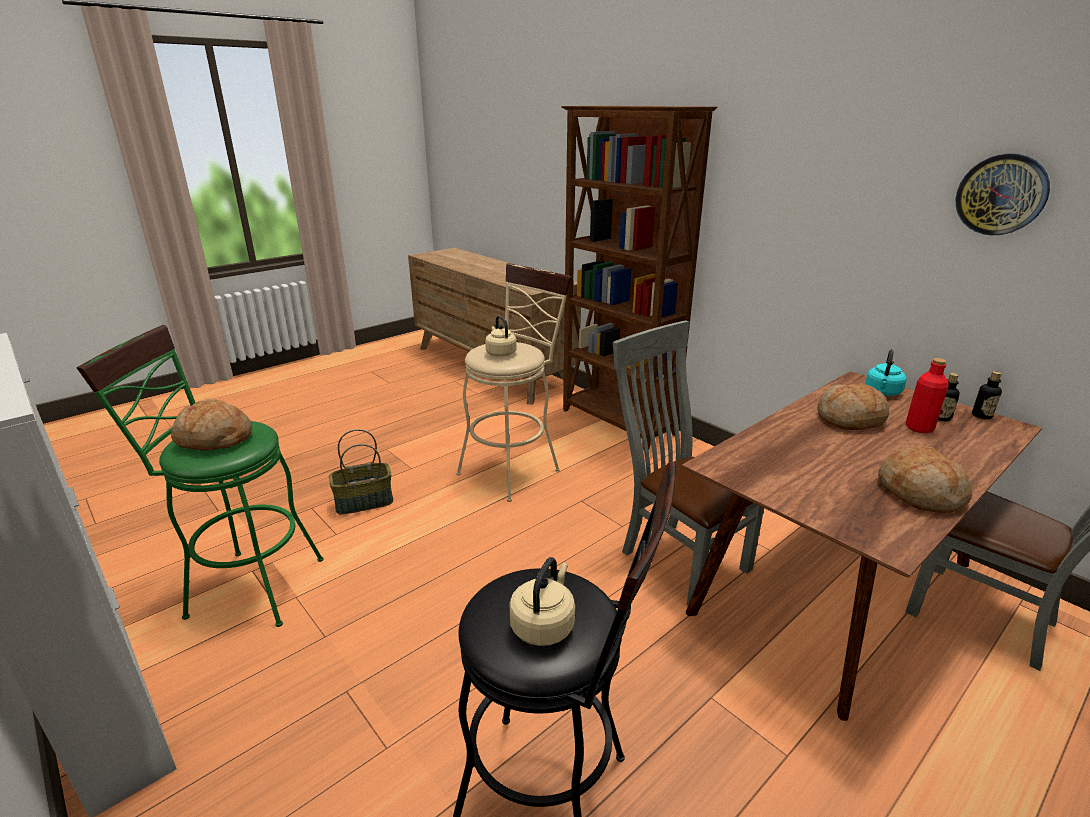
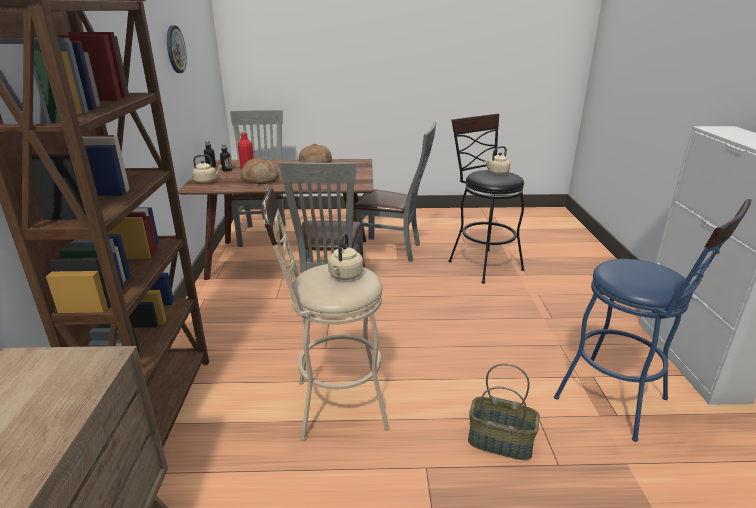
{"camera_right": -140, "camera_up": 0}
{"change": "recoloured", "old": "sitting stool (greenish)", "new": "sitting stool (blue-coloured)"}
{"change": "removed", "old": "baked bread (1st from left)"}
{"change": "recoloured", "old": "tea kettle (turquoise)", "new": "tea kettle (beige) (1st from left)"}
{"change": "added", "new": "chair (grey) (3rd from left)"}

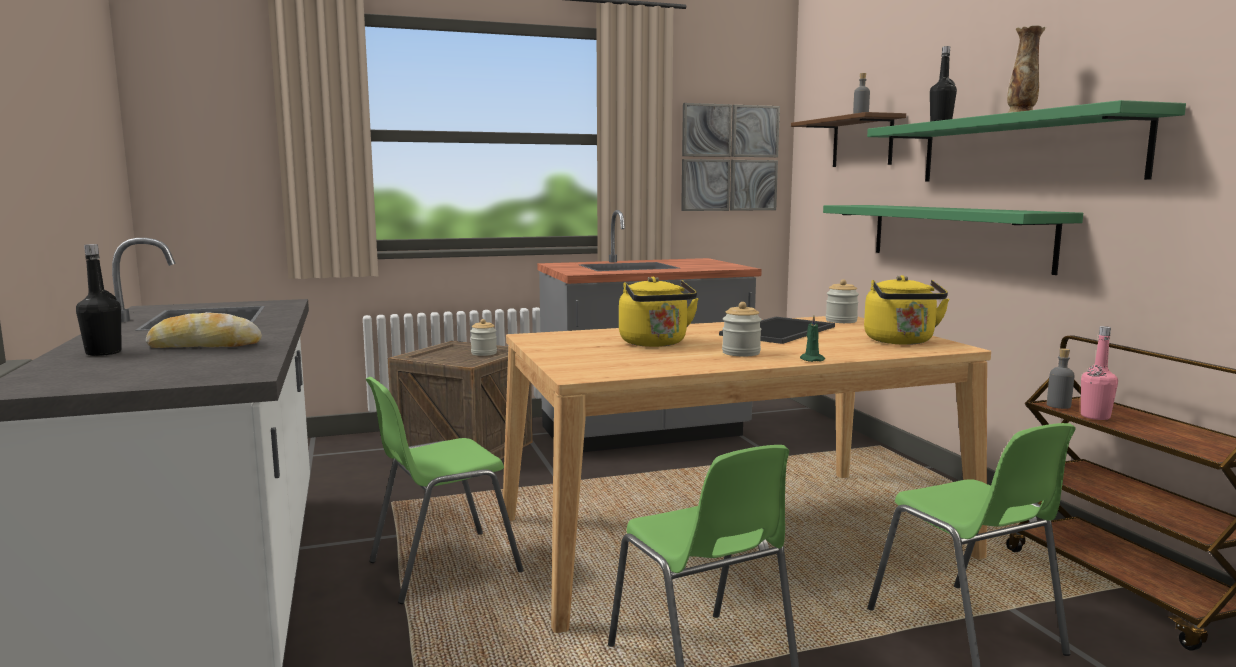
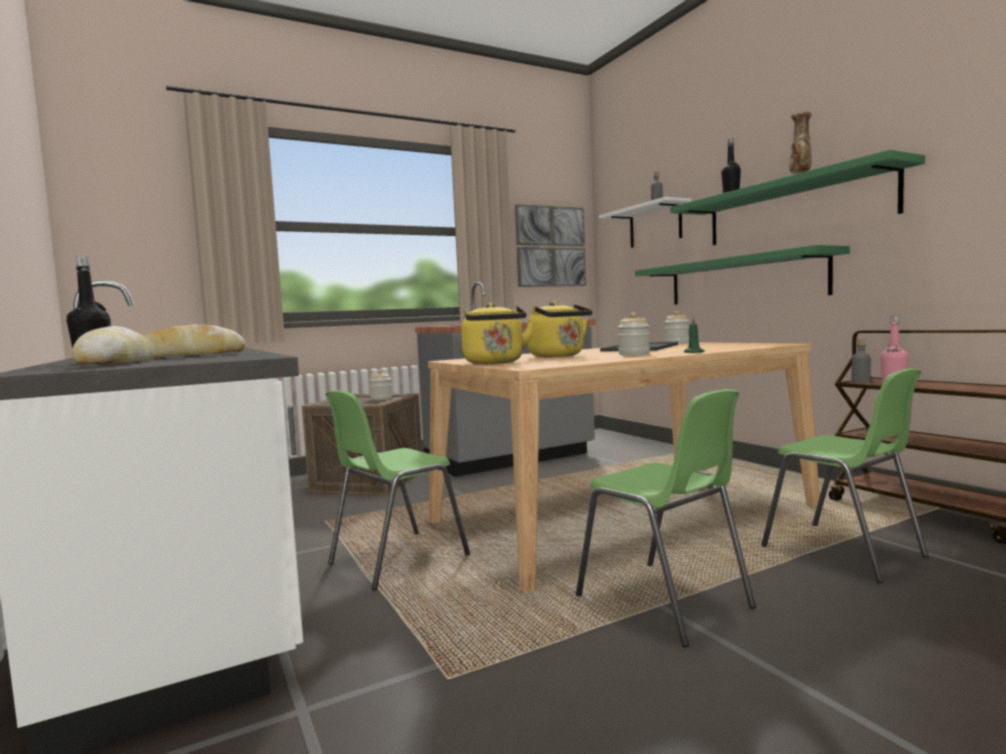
{"camera_right": -10, "camera_up": -5}
{"change": "recoloured", "old": "bracket shelf (brownish)", "new": "bracket shelf (white)"}
{"change": "moved", "old": "tea kettle (yellow) (2nd from left in the first image)", "new": "tea kettle (yellow) (1st from left)"}
{"change": "added", "new": "baked bread (1st from left)"}

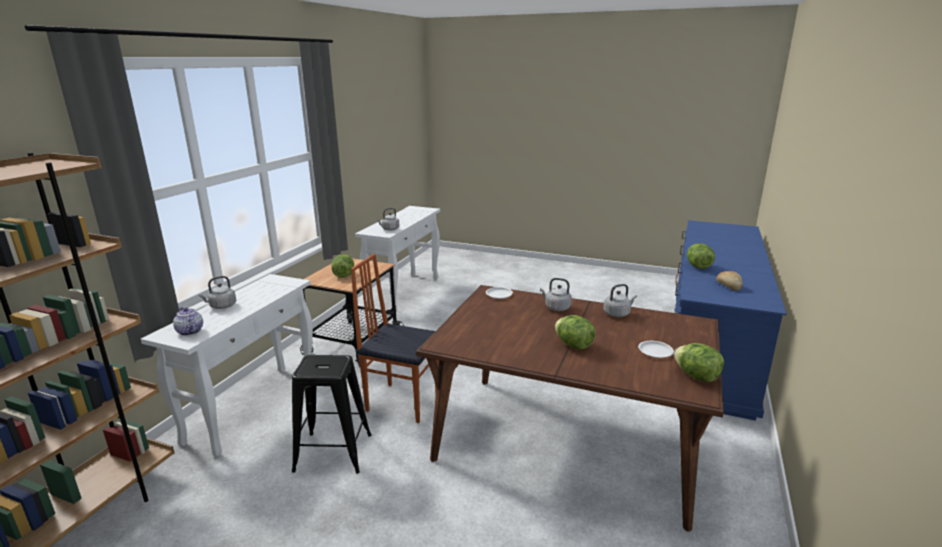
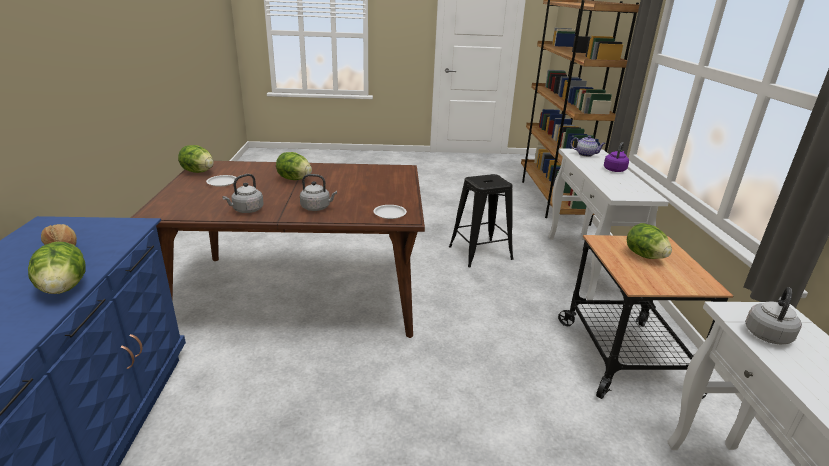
{"camera_right": 155, "camera_up": 5}
{"change": "recoloured", "old": "tea kettle (grey) (1st from left)", "new": "tea kettle (purple-coloured)"}
{"change": "removed", "old": "chair"}

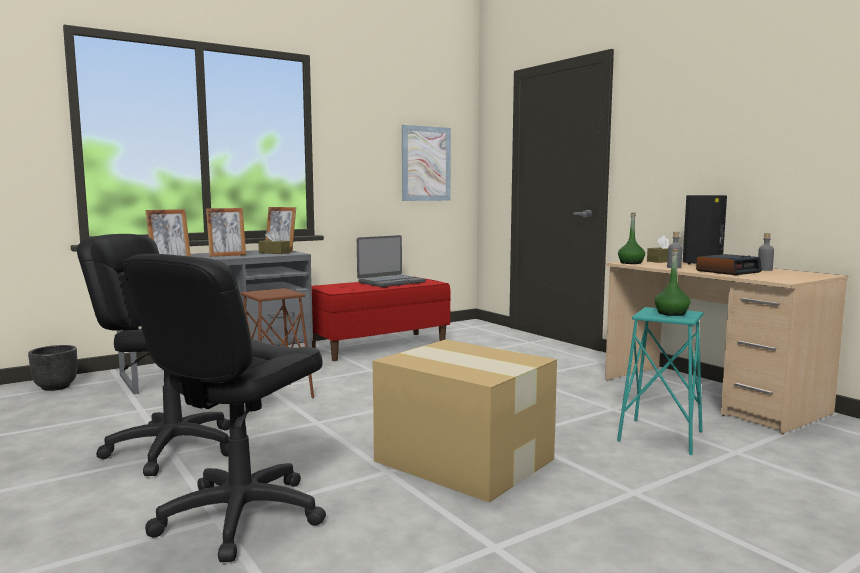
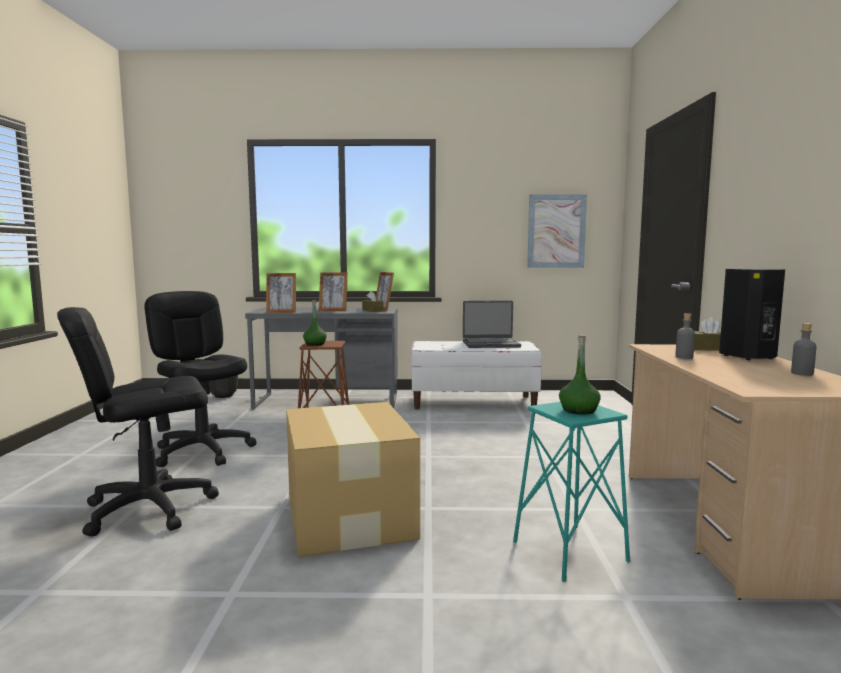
{"camera_right": 35, "camera_up": 0}
{"change": "recoloured", "old": "bench (red-coloured)", "new": "bench (white)"}
{"change": "moved", "old": "beverage bottle (greenish) (1st from left)"}
{"change": "removed", "old": "alarm clock"}

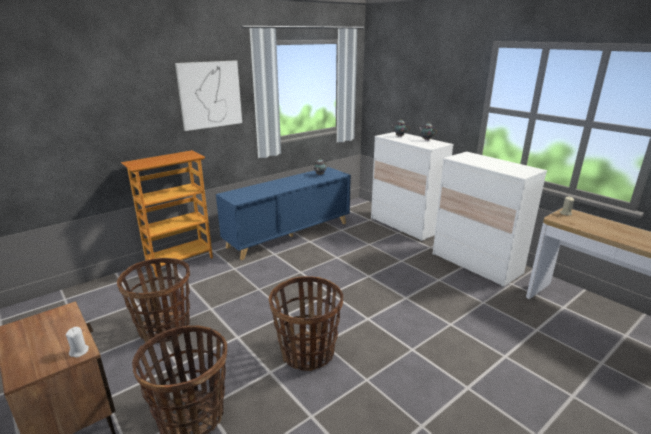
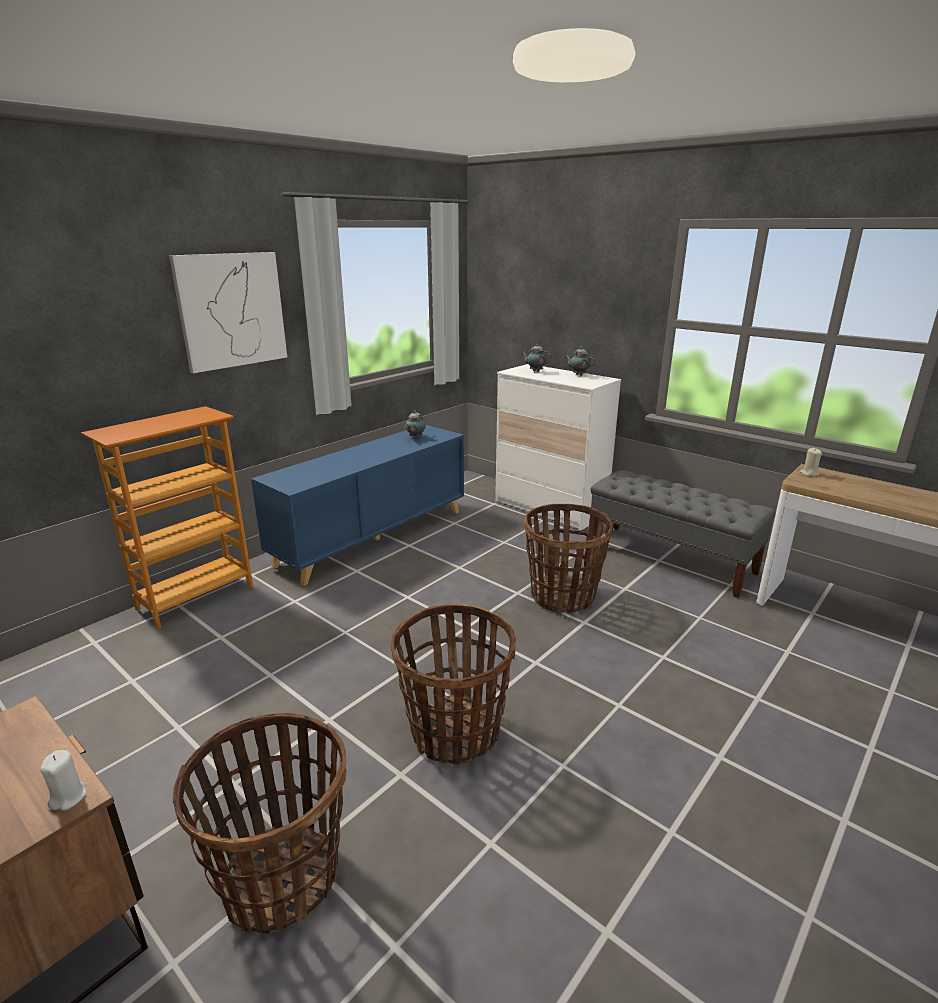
{"camera_right": -10, "camera_up": 0}
{"change": "moved", "old": "basket (1st from left in the first image)", "new": "basket (3rd from left)"}
{"change": "replaced", "old": "chest of drawers (white) (2nd from left)", "new": "bench (grey)"}

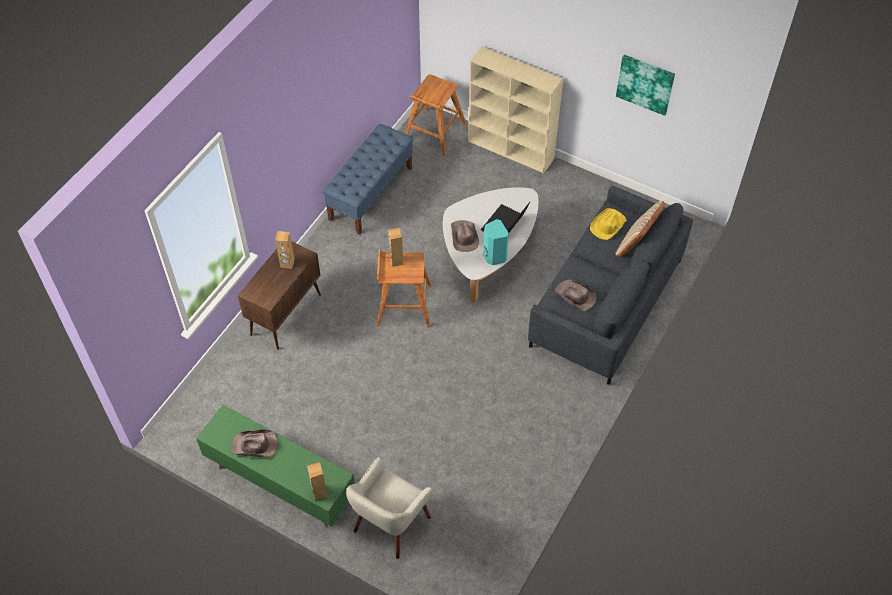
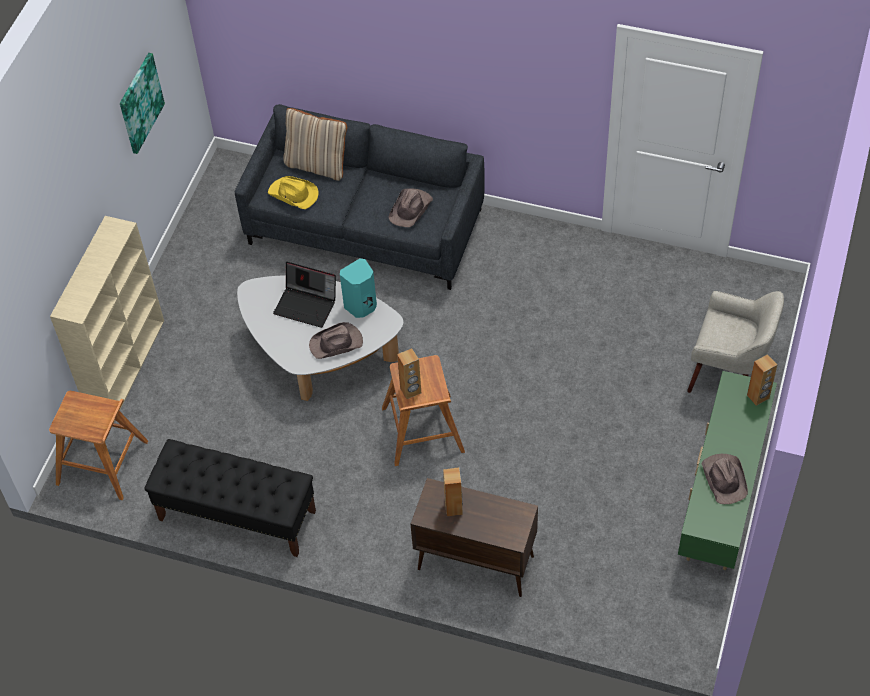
{"camera_right": -100, "camera_up": 0}
{"change": "recoloured", "old": "bench (blue-coloured)", "new": "bench (black-coloured)"}

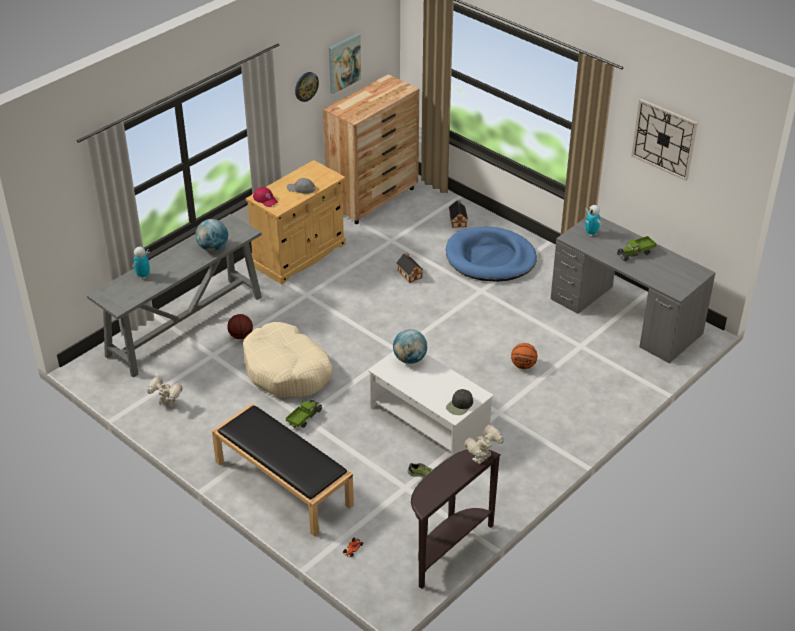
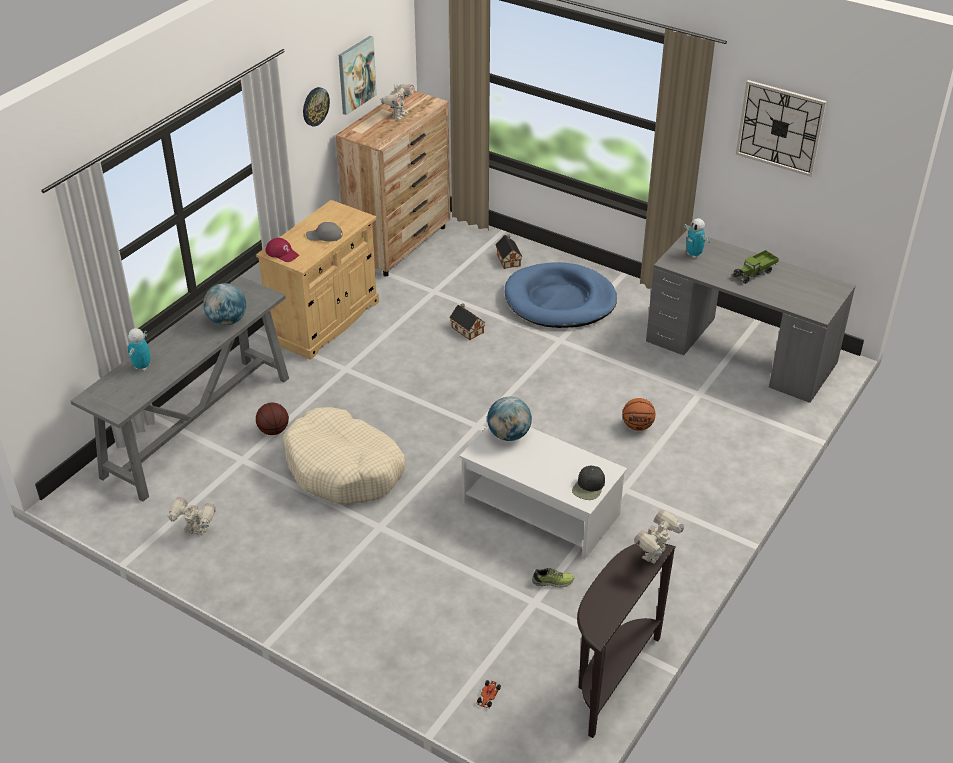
{"camera_right": -10, "camera_up": 0}
{"change": "removed", "old": "bench (black-coloured)"}
{"change": "removed", "old": "model truck (1st from left)"}
{"change": "added", "new": "model robot (3rd from left)"}

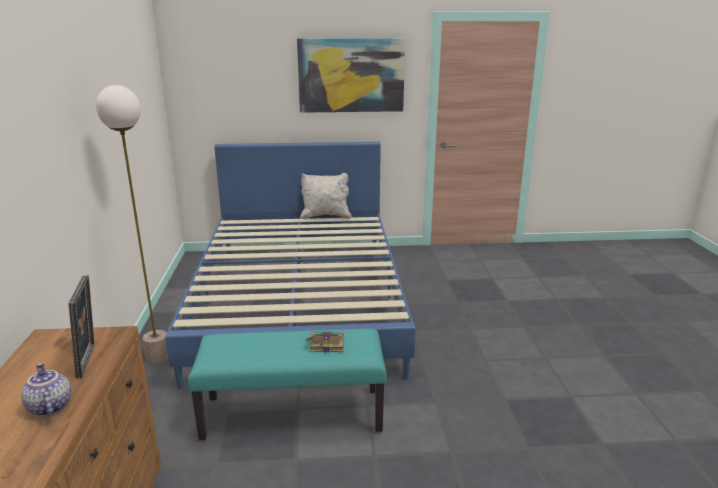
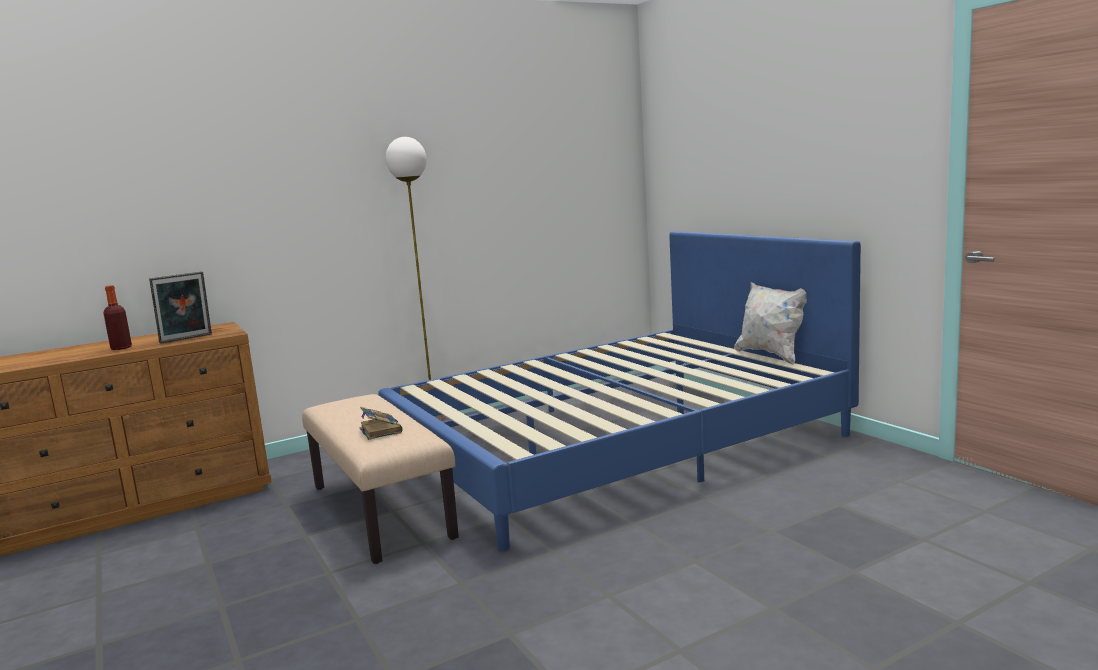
{"camera_right": 65, "camera_up": -10}
{"change": "replaced", "old": "tea pot", "new": "beverage bottle"}
{"change": "recoloured", "old": "bench (turquoise)", "new": "bench (beige)"}
{"change": "removed", "old": "wall picture"}

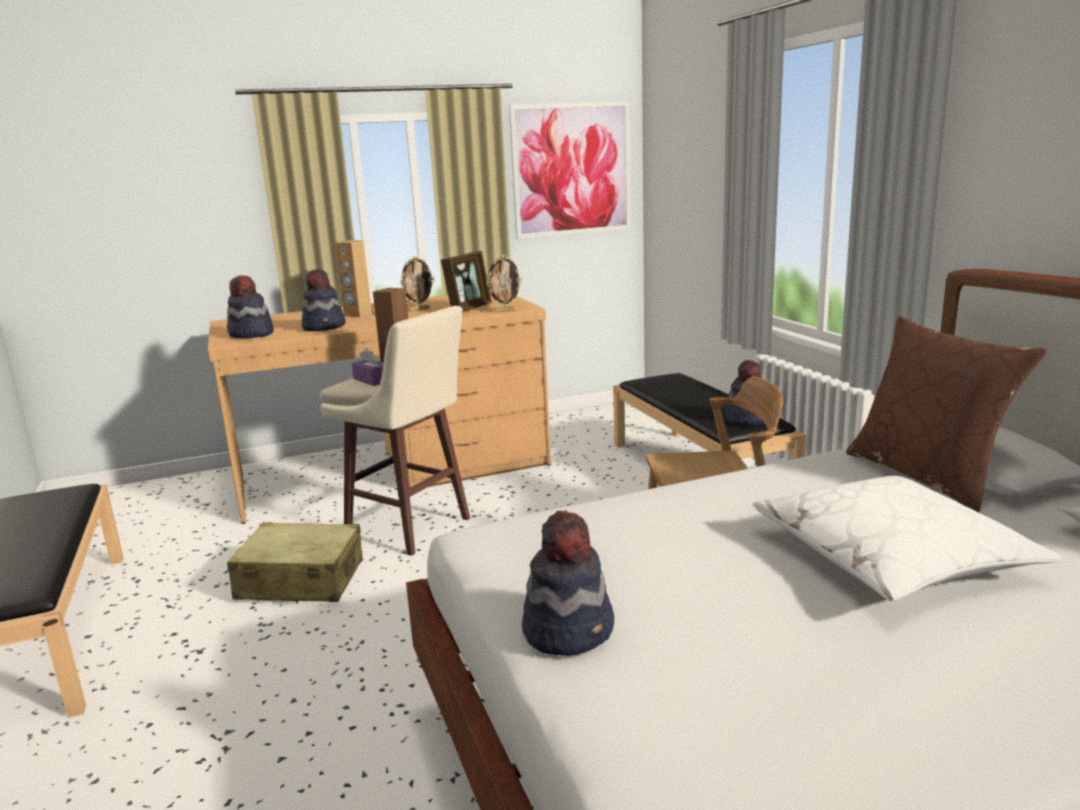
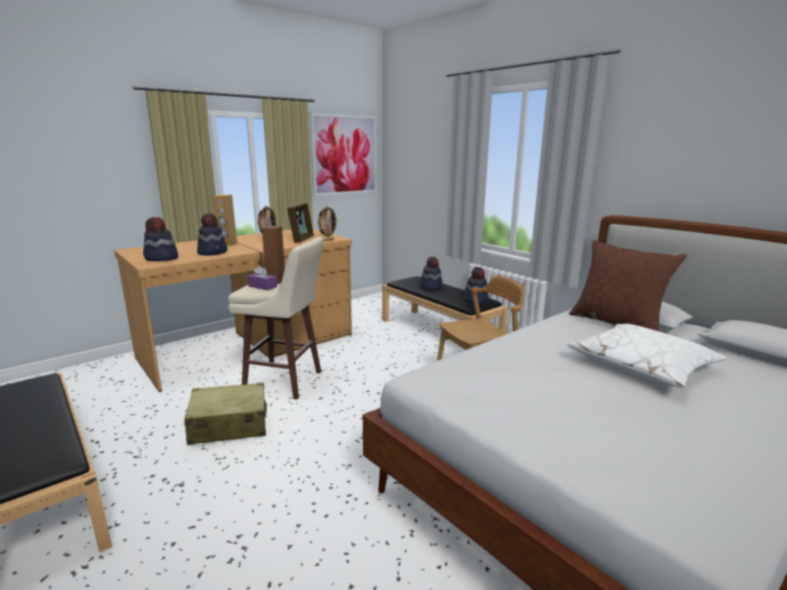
{"camera_right": -20, "camera_up": 0}
{"change": "moved", "old": "wearable hat (3rd from left)"}

